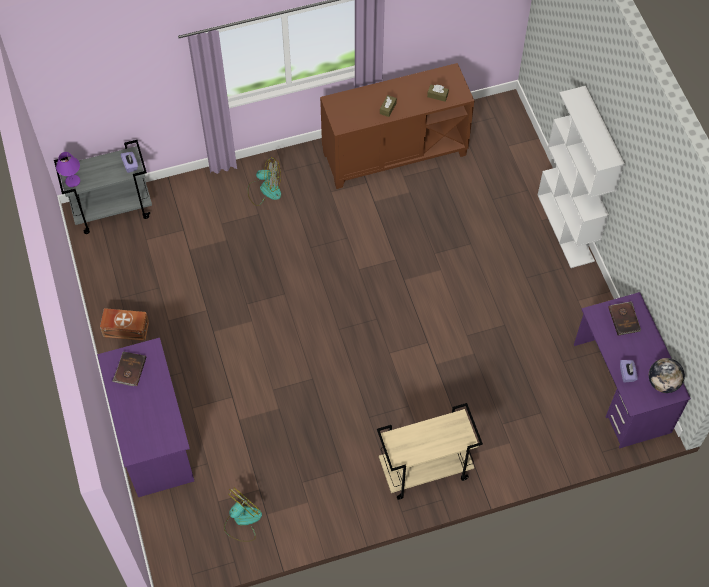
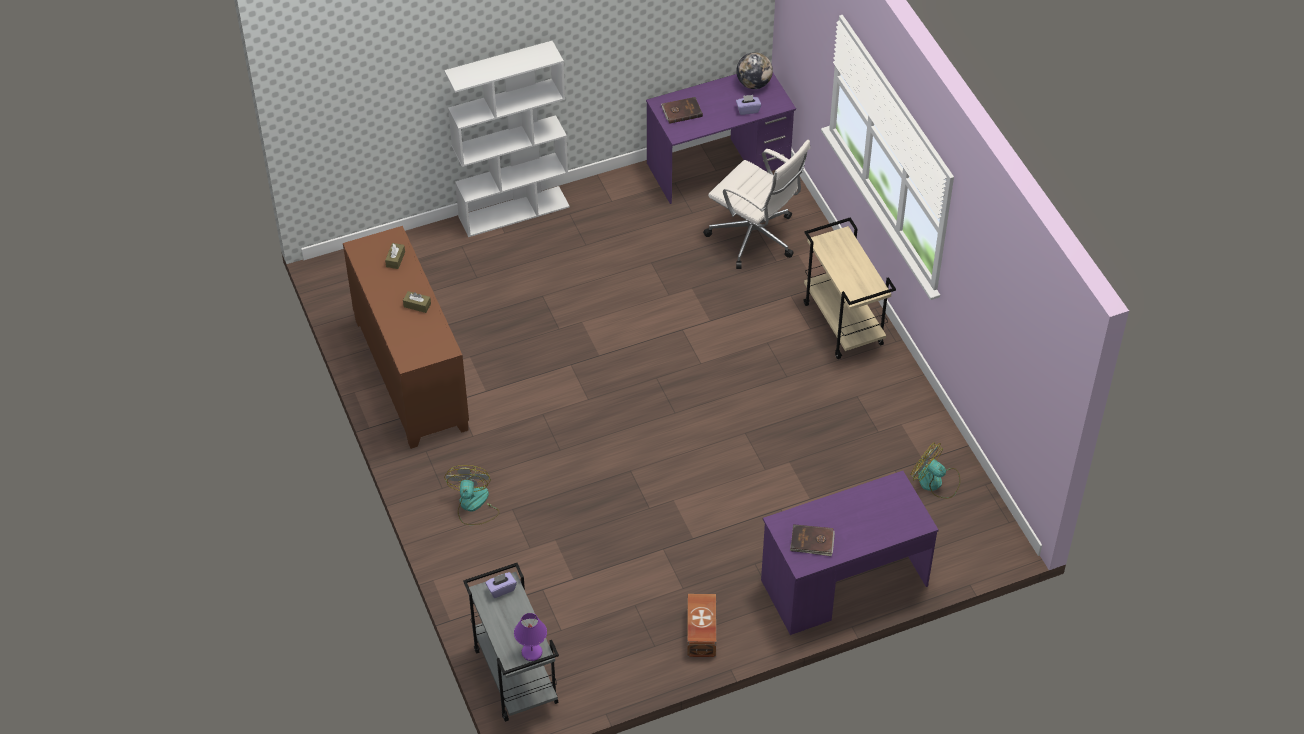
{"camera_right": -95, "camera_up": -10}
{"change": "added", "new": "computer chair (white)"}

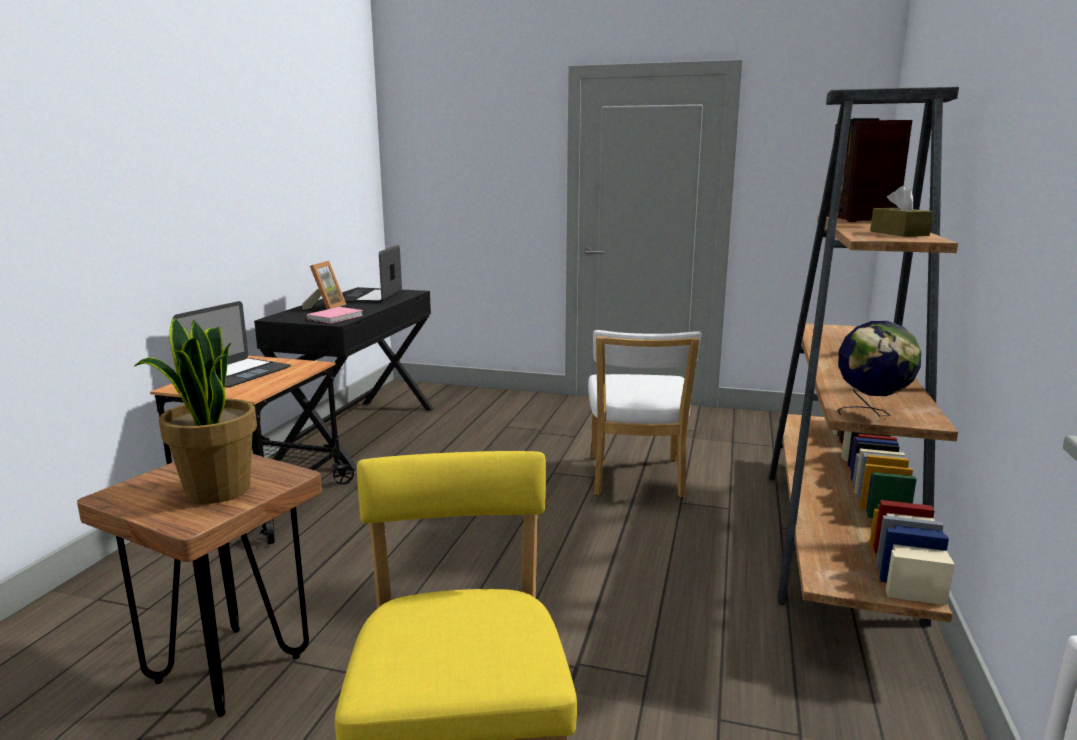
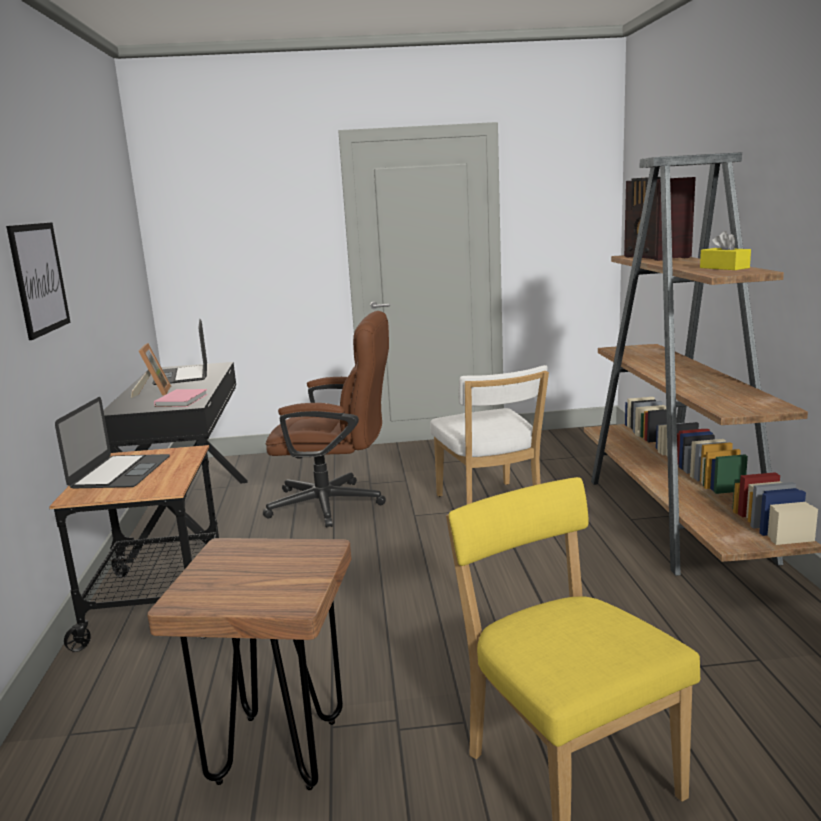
{"camera_right": -20, "camera_up": 0}
{"change": "removed", "old": "houseplant"}
{"change": "removed", "old": "desk globe"}
{"change": "recoloured", "old": "box of tissues (brownish)", "new": "box of tissues (yellow)"}
{"change": "added", "new": "wall picture"}
{"change": "added", "new": "computer chair (brownish)"}

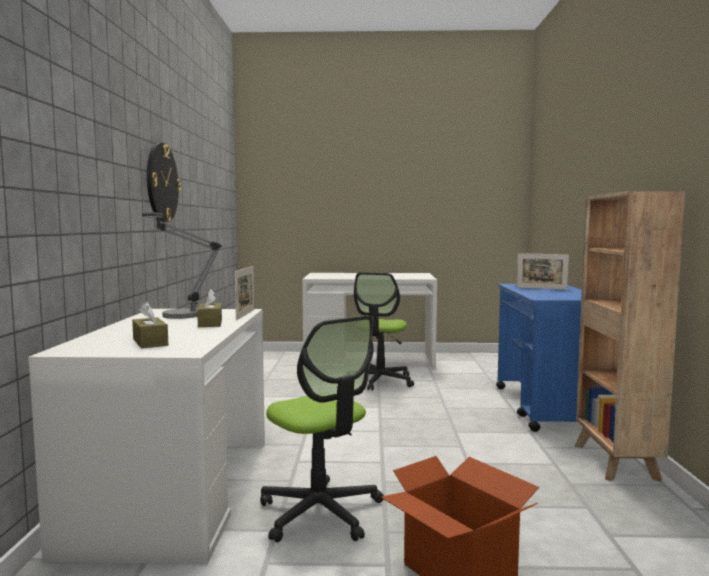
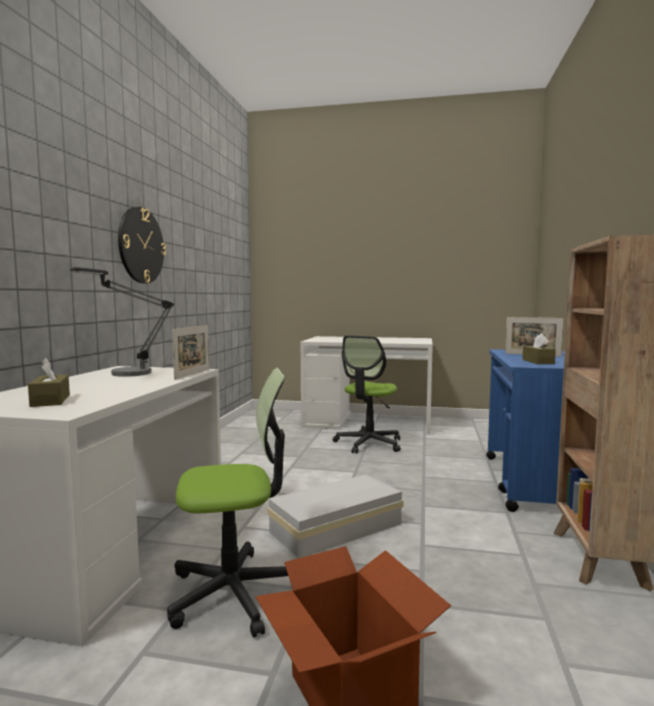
{"camera_right": 10, "camera_up": 0}
{"change": "moved", "old": "box of tissues (brownish) (2nd from left)"}
{"change": "turned", "old": "computer chair (1st from left)", "degrees": -75}
{"change": "added", "new": "storage box (white)"}

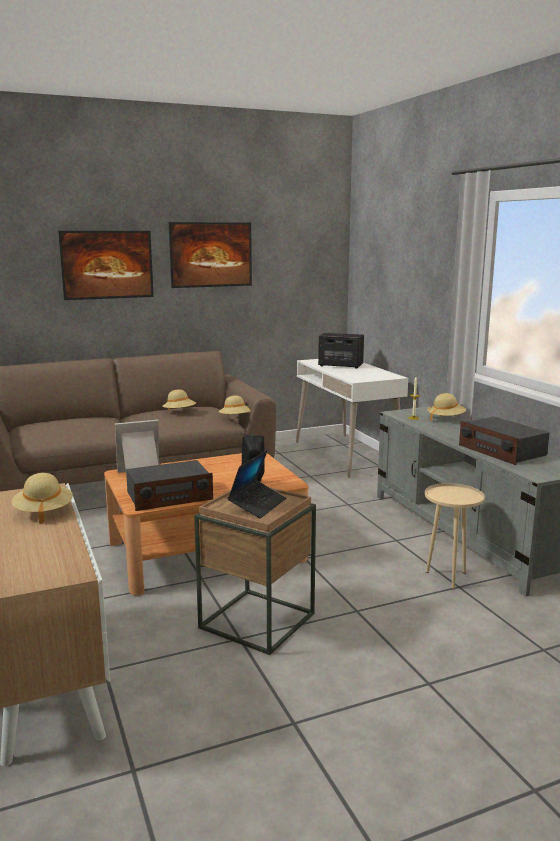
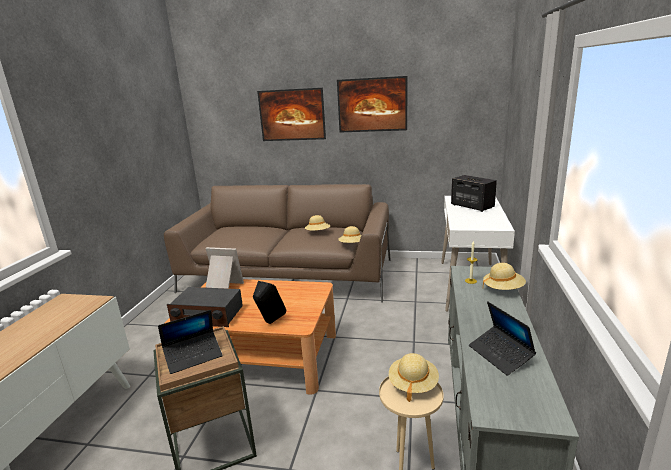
{"camera_right": 35, "camera_up": 5}
{"change": "moved", "old": "wearable hat (beige) (1st from left in the first image)", "new": "wearable hat (beige) (3rd from left)"}
{"change": "replaced", "old": "radio set (2nd from left)", "new": "laptop (2nd from left)"}

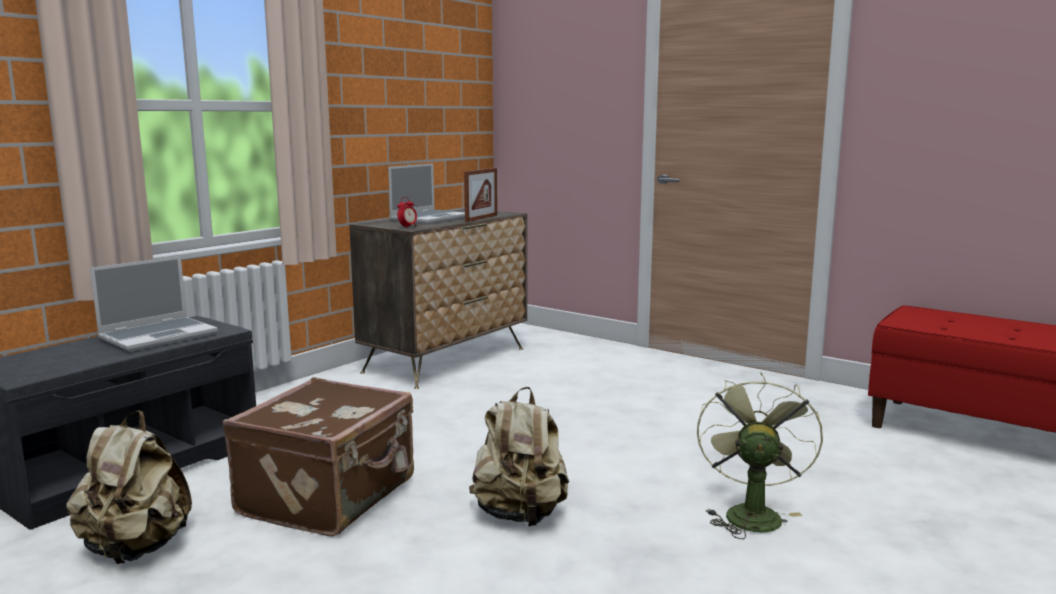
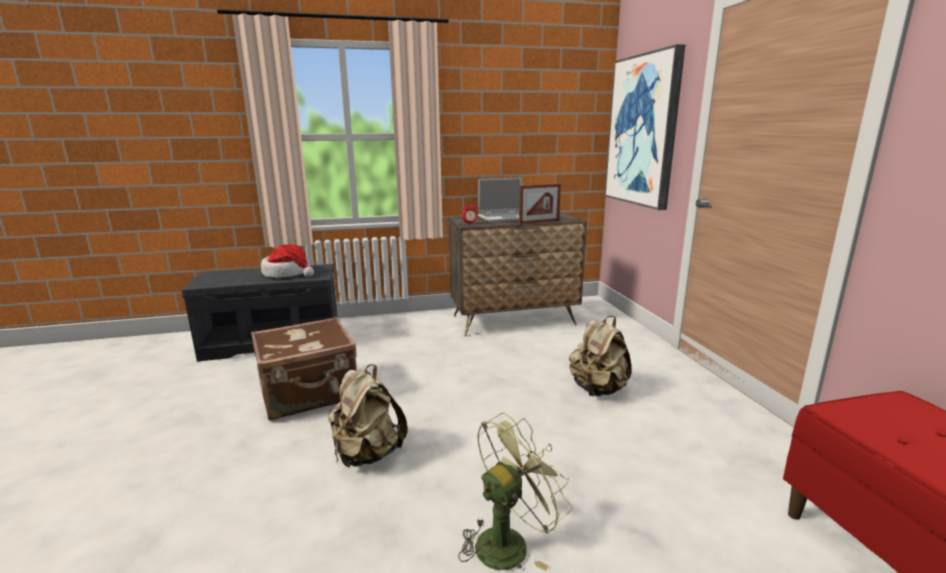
{"camera_right": 40, "camera_up": 5}
{"change": "moved", "old": "knapsack (beige) (1st from left in the first image)", "new": "knapsack (beige) (2nd from left)"}
{"change": "replaced", "old": "laptop (1st from left)", "new": "wearable hat"}
{"change": "added", "new": "wall picture"}

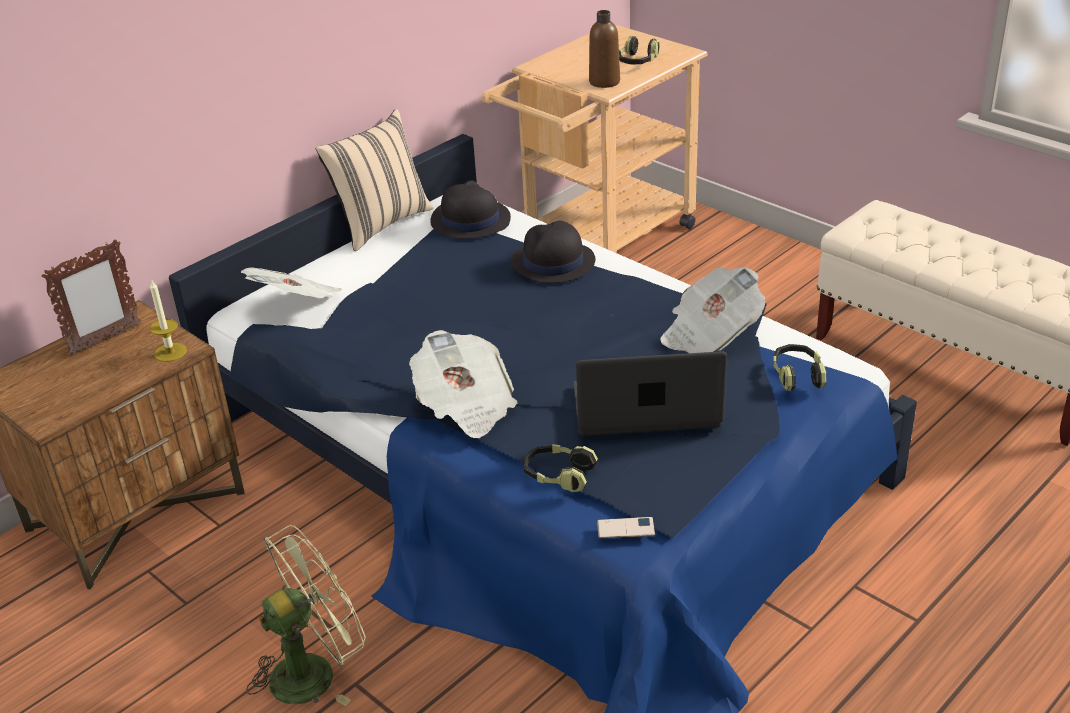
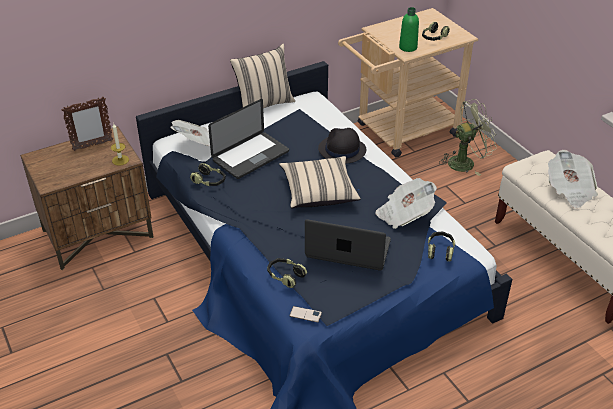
{"camera_right": 15, "camera_up": 5}
{"change": "moved", "old": "fan (greenish)"}
{"change": "moved", "old": "printed paper (2nd from left in the first image)", "new": "printed paper (3rd from left)"}
{"change": "removed", "old": "wearable hat (black-coloured) (1st from left)"}
{"change": "recoloured", "old": "beverage bottle (brownish)", "new": "beverage bottle (greenish)"}
{"change": "added", "new": "pair of headphones (1st from left)"}
{"change": "added", "new": "laptop (1st from left)"}
{"change": "added", "new": "throw pillow (beige) (2nd from left)"}

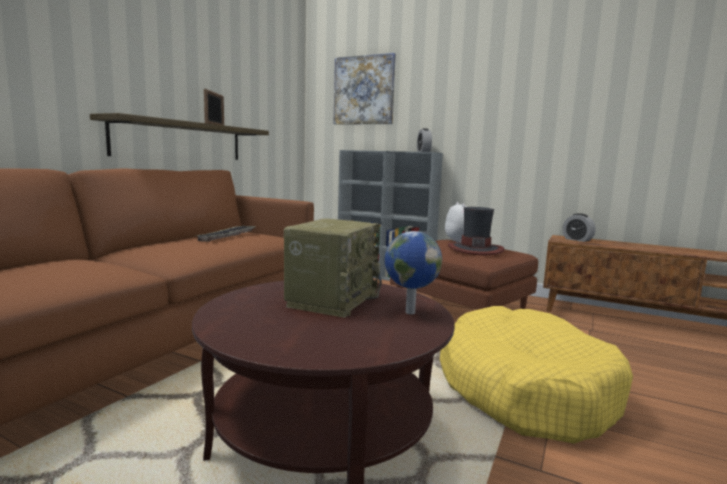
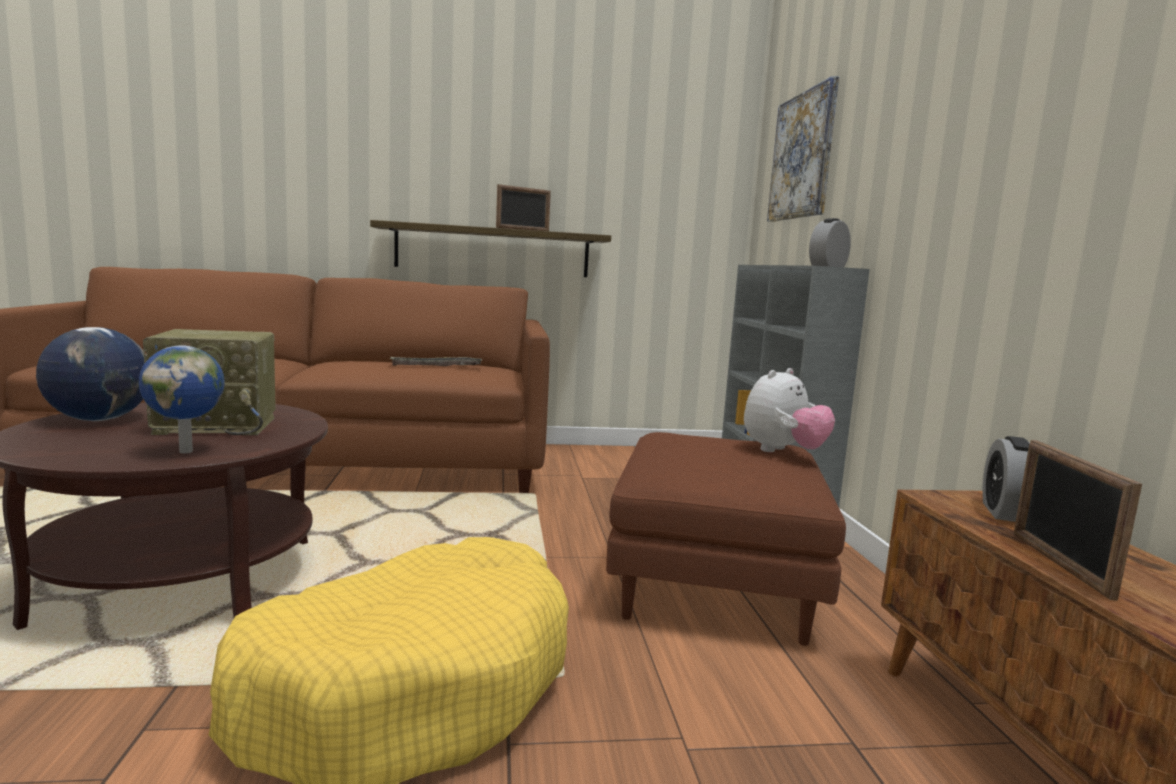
{"camera_right": 55, "camera_up": 0}
{"change": "removed", "old": "wearable hat"}
{"change": "added", "new": "desk globe (1st from left)"}
{"change": "added", "new": "standing frame (2nd from left)"}

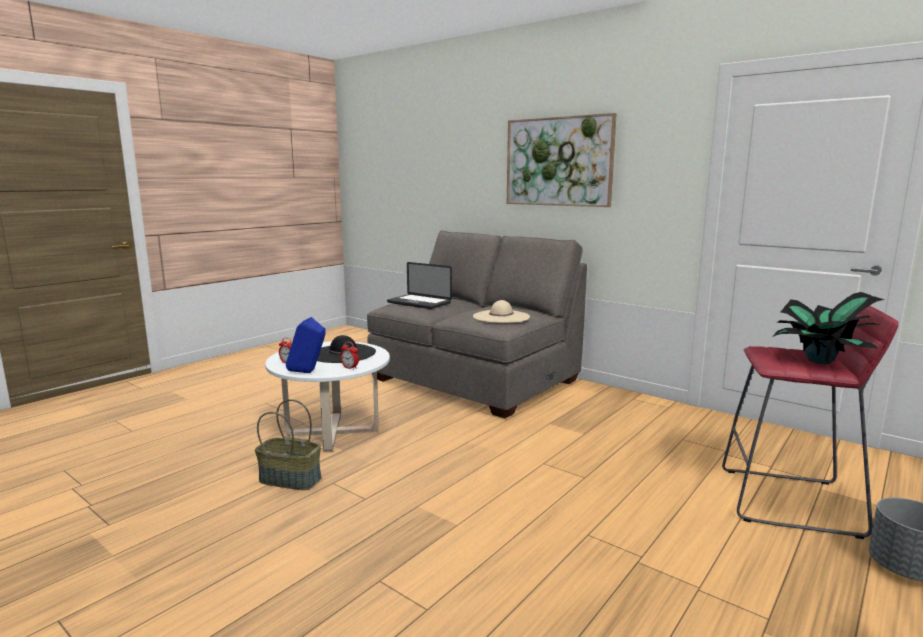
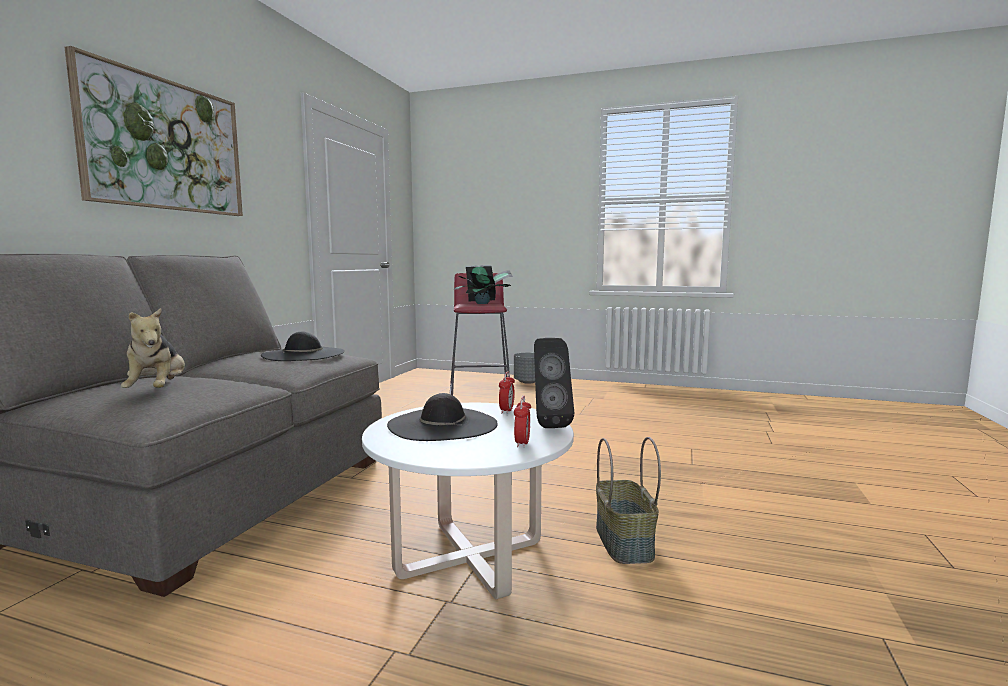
{"camera_right": -110, "camera_up": -5}
{"change": "recoloured", "old": "audio speaker (blue-coloured)", "new": "audio speaker (black-coloured)"}
{"change": "replaced", "old": "laptop", "new": "cuddly toy"}
{"change": "recoloured", "old": "wearable hat (beige)", "new": "wearable hat (black-coloured) (1st from left)"}

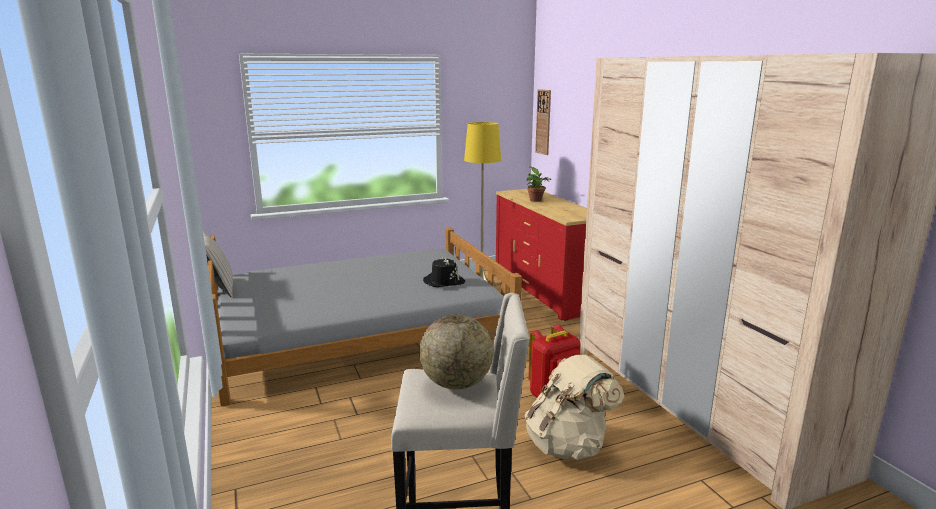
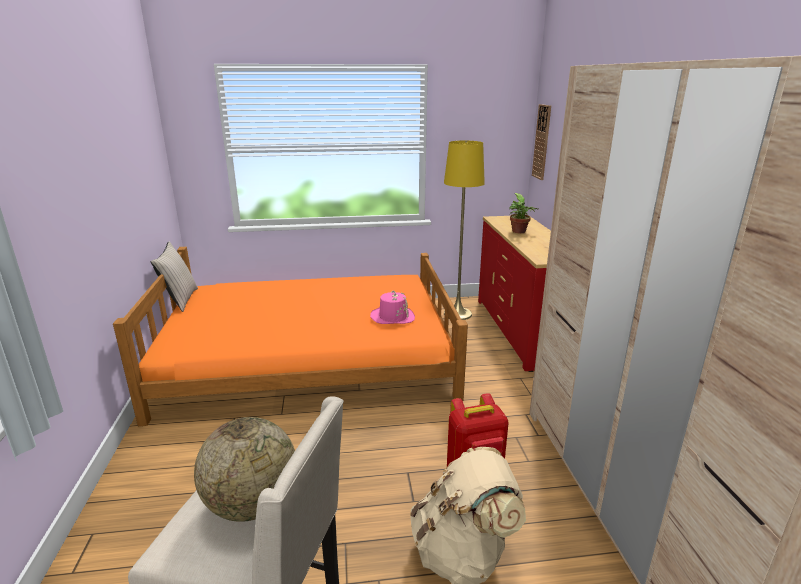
{"camera_right": 15, "camera_up": 5}
{"change": "recoloured", "old": "bedroom bed (grey)", "new": "bedroom bed (orange-coloured)"}
{"change": "recoloured", "old": "wearable hat (black-coloured)", "new": "wearable hat (pink-coloured)"}

